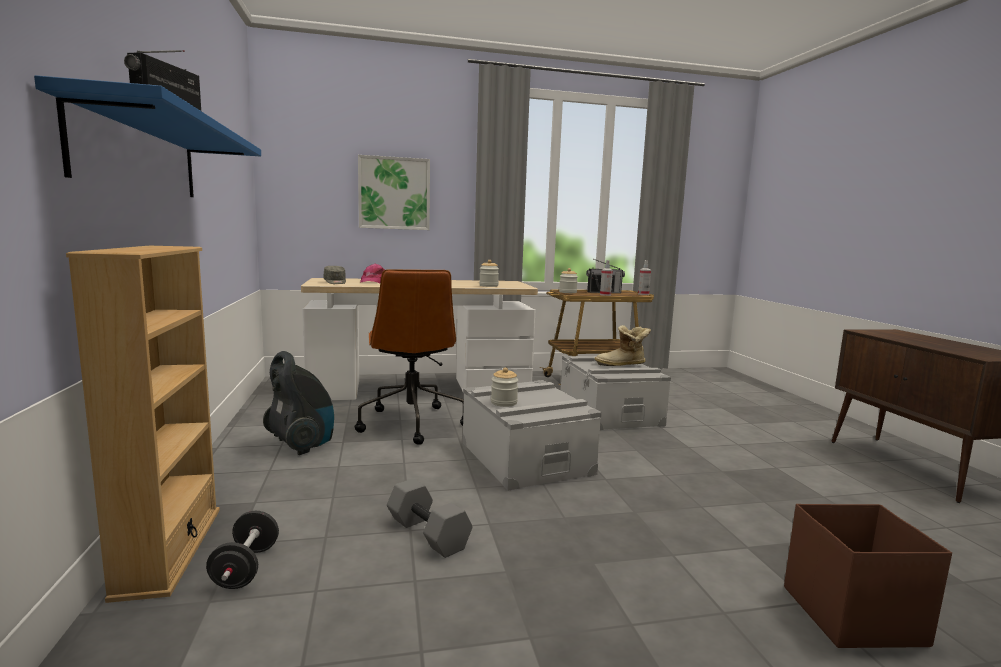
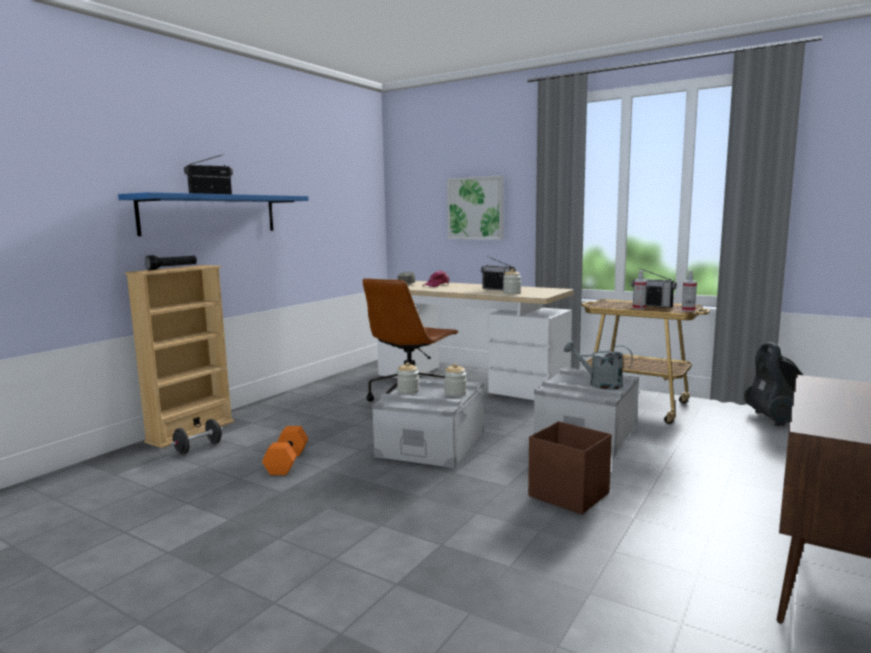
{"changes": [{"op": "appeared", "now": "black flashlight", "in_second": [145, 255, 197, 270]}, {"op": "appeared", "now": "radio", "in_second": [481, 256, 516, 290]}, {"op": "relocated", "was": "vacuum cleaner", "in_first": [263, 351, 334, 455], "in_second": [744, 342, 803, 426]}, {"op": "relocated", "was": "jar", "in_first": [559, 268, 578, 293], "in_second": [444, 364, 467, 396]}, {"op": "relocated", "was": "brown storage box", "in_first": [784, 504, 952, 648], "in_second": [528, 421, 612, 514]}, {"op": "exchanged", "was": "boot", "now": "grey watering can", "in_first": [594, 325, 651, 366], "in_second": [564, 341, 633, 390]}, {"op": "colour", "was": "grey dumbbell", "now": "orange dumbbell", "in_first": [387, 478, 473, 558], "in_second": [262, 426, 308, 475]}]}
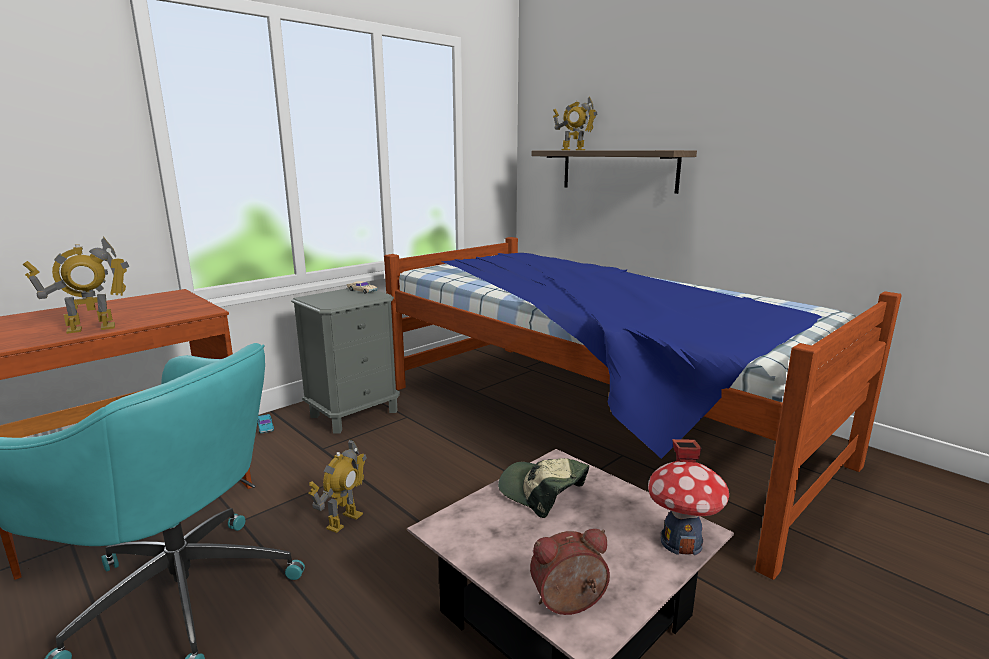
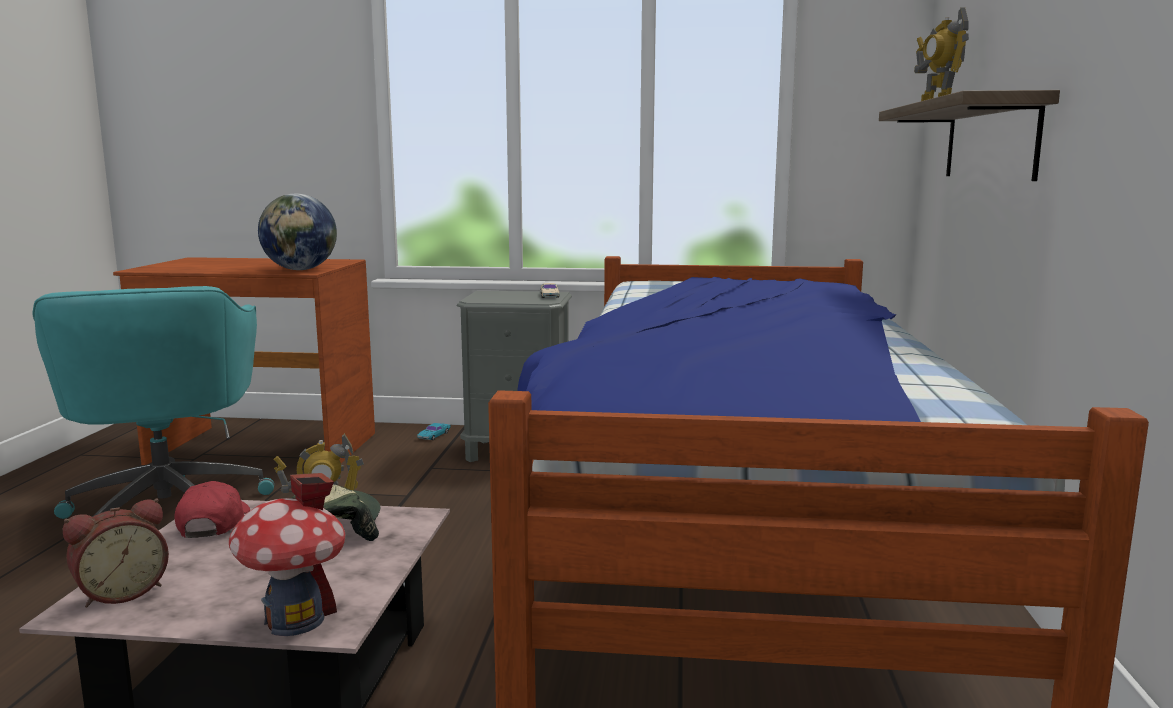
{"changes": [{"op": "missing", "was": "toy robot", "in_first": [22, 236, 130, 334]}, {"op": "appeared", "now": "red cap", "in_second": [174, 481, 250, 538]}, {"op": "appeared", "now": "globe", "in_second": [258, 194, 337, 270]}, {"op": "spun", "was": "alarm clock", "in_first": [530, 529, 610, 615], "in_second": [63, 498, 169, 608], "clockwise": 105}]}
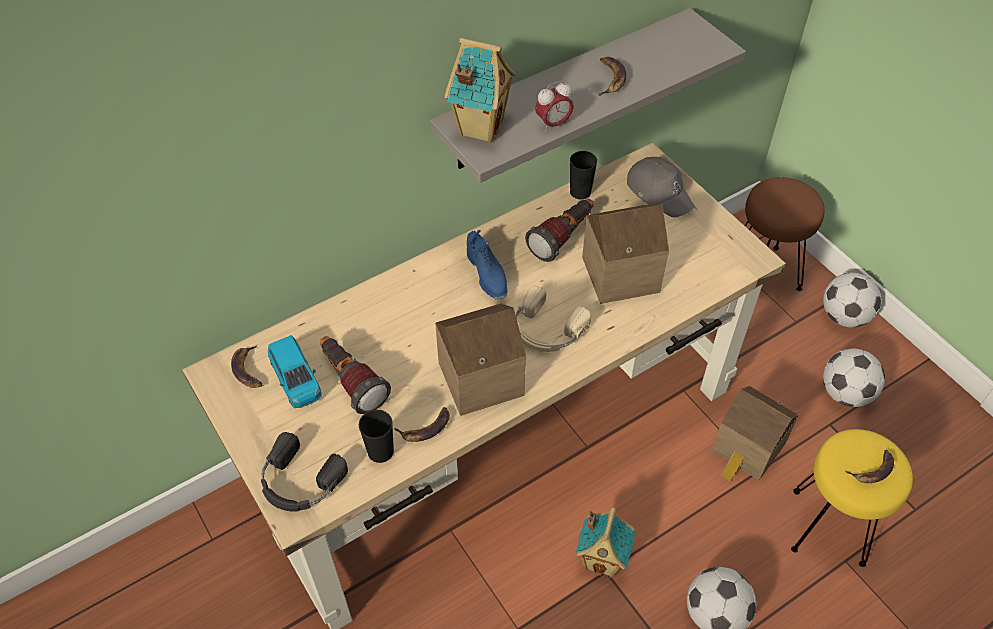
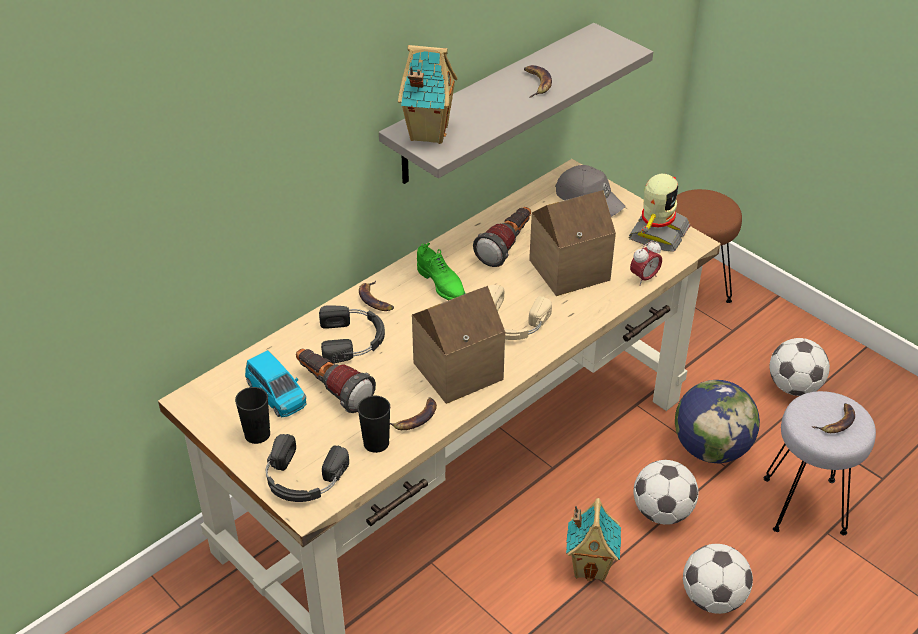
{"changes": [{"op": "appeared", "now": "black headphones", "in_second": [319, 305, 385, 364]}, {"op": "appeared", "now": "toy robot", "in_second": [629, 174, 690, 252]}, {"op": "relocated", "was": "banana", "in_first": [231, 345, 262, 388], "in_second": [359, 281, 394, 311]}, {"op": "relocated", "was": "alarm clock", "in_first": [535, 81, 574, 132], "in_second": [630, 241, 662, 286]}, {"op": "relocated", "was": "black cup", "in_first": [570, 151, 597, 199], "in_second": [235, 387, 270, 444]}, {"op": "relocated", "was": "football", "in_first": [823, 273, 882, 328], "in_second": [633, 460, 699, 525]}, {"op": "exchanged", "was": "toy house", "now": "globe", "in_first": [712, 386, 799, 482], "in_second": [675, 380, 760, 463]}, {"op": "colour", "was": "blue shoe", "now": "green shoe", "in_first": [467, 230, 507, 300], "in_second": [417, 243, 466, 300]}, {"op": "colour", "was": "yellow stool", "now": "grey stool", "in_first": [791, 429, 913, 567], "in_second": [764, 391, 876, 535]}]}
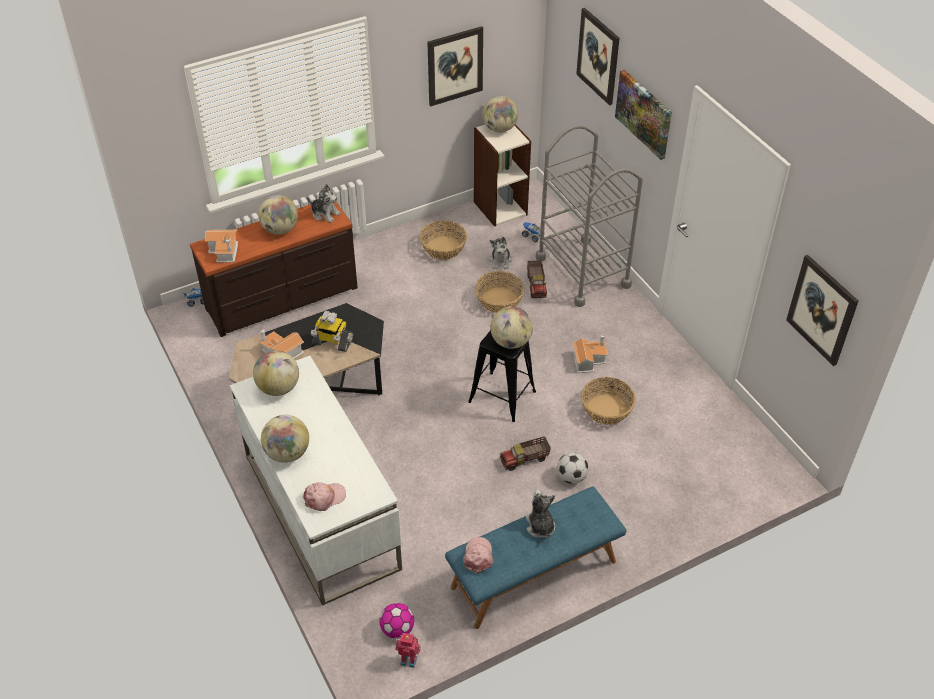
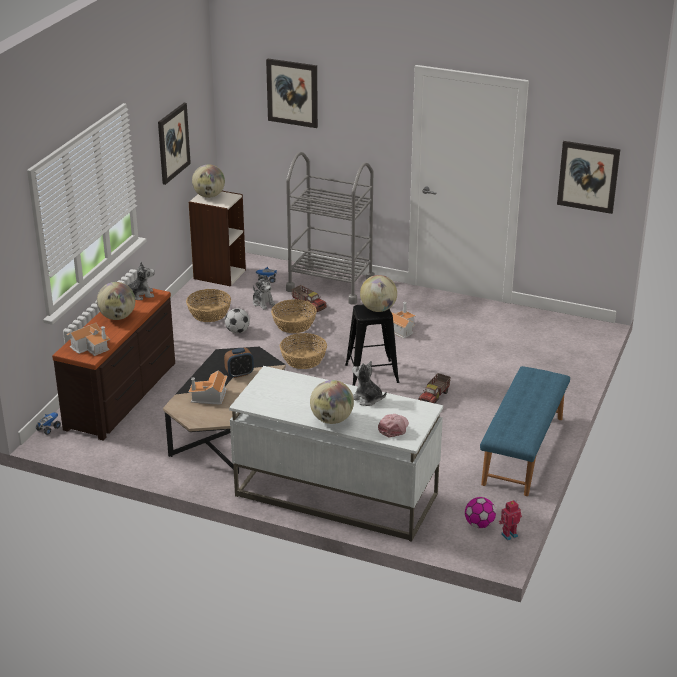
{"changes": [{"op": "missing", "was": "globe", "in_first": [253, 350, 299, 396]}, {"op": "missing", "was": "pink cap", "in_first": [463, 537, 494, 573]}, {"op": "missing", "was": "picture", "in_first": [615, 70, 672, 160]}, {"op": "relocated", "was": "plush toy", "in_first": [526, 490, 556, 538], "in_second": [352, 361, 387, 406]}, {"op": "relocated", "was": "football", "in_first": [557, 452, 588, 484], "in_second": [225, 308, 250, 333]}, {"op": "relocated", "was": "basket", "in_first": [581, 377, 636, 425], "in_second": [280, 333, 327, 369]}, {"op": "exchanged", "was": "toy robot", "now": "alarm clock", "in_first": [311, 311, 353, 352], "in_second": [224, 348, 254, 378]}]}
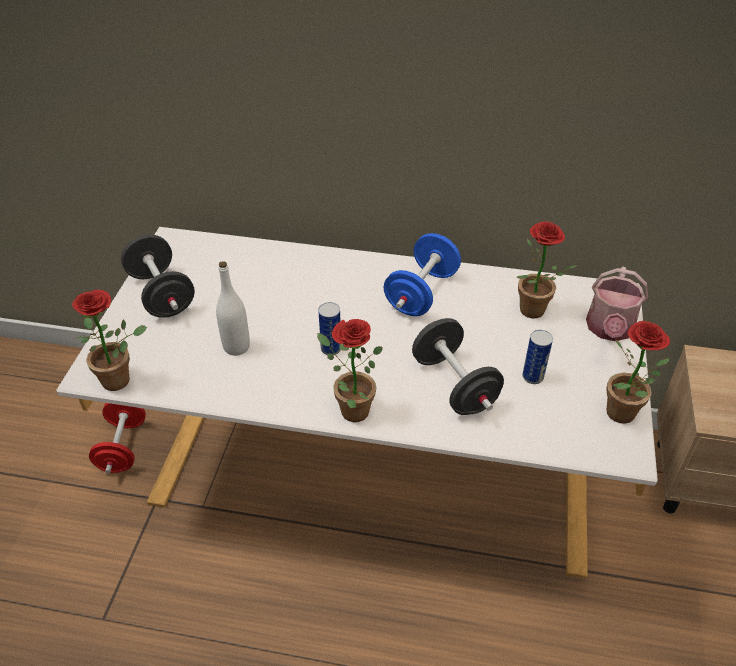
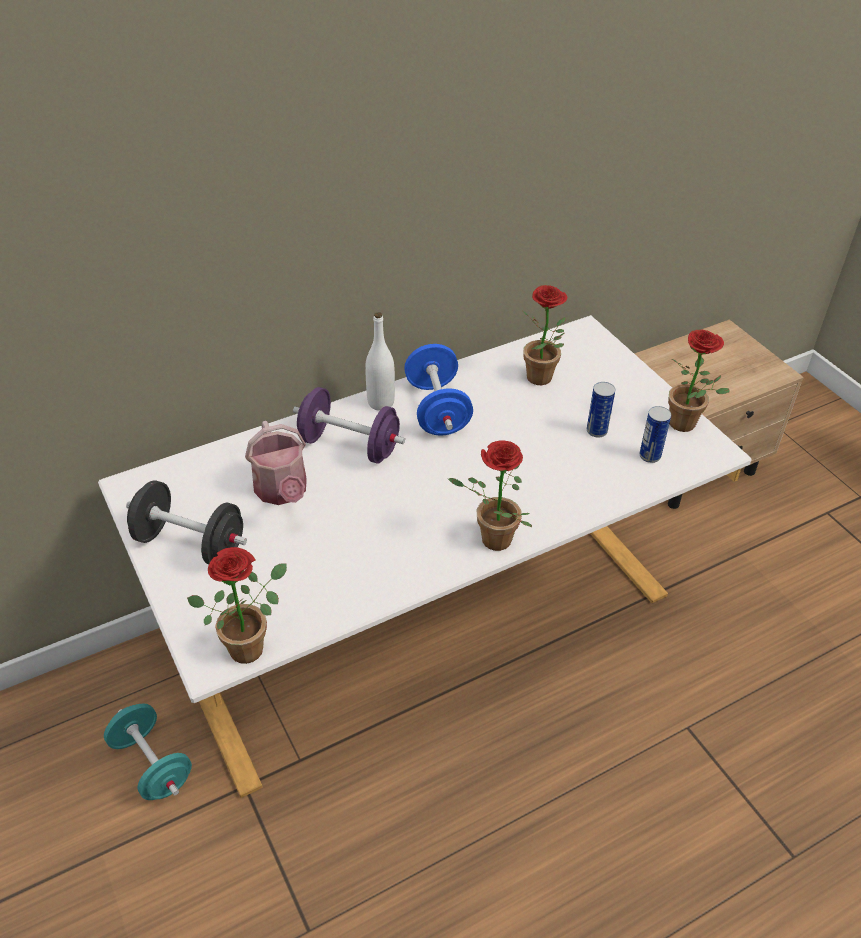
{"changes": [{"op": "missing", "was": "black dumbbell", "in_first": [412, 318, 504, 415]}, {"op": "appeared", "now": "purple dumbbell", "in_second": [293, 387, 405, 464]}, {"op": "relocated", "was": "white bottle", "in_first": [216, 261, 250, 356], "in_second": [365, 312, 395, 411]}, {"op": "relocated", "was": "can", "in_first": [318, 302, 341, 355], "in_second": [639, 406, 671, 463]}, {"op": "relocated", "was": "watering can", "in_first": [586, 266, 648, 341], "in_second": [245, 421, 307, 505]}, {"op": "colour", "was": "red dumbbell", "now": "turquoise dumbbell", "in_first": [89, 403, 146, 473], "in_second": [104, 704, 192, 800]}]}
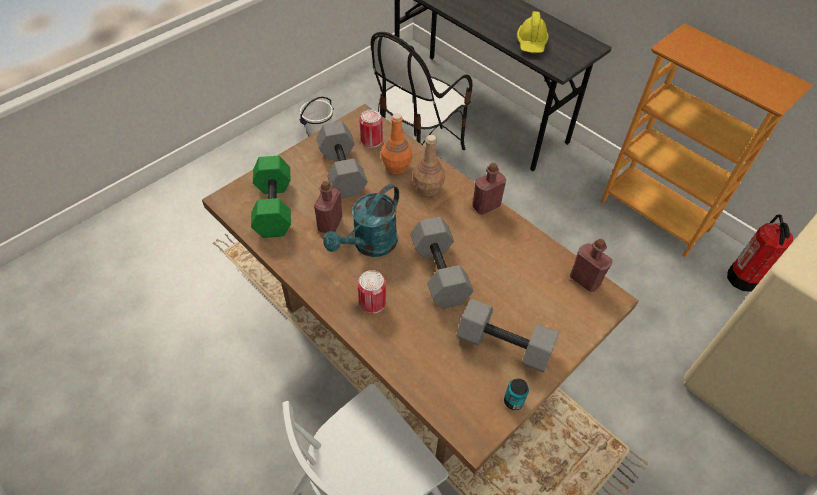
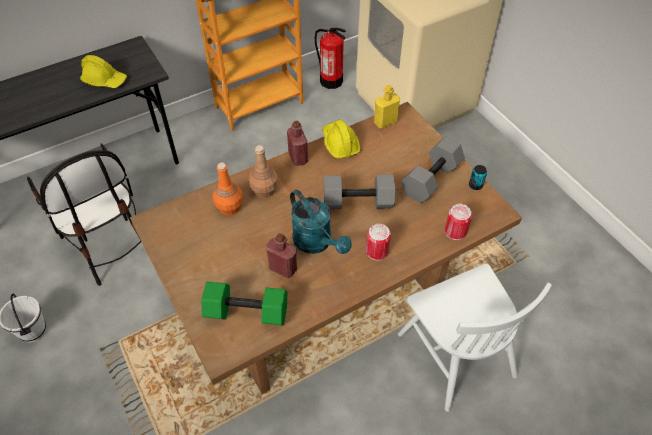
{"changes": [{"op": "missing", "was": "grey dumbbell", "in_first": [317, 121, 368, 199]}, {"op": "appeared", "now": "yellow hard hat", "in_second": [322, 119, 360, 158]}, {"op": "relocated", "was": "can", "in_first": [359, 109, 383, 148], "in_second": [445, 204, 472, 240]}, {"op": "colour", "was": "red bottle", "now": "yellow bottle", "in_first": [570, 239, 613, 292], "in_second": [374, 85, 400, 129]}]}
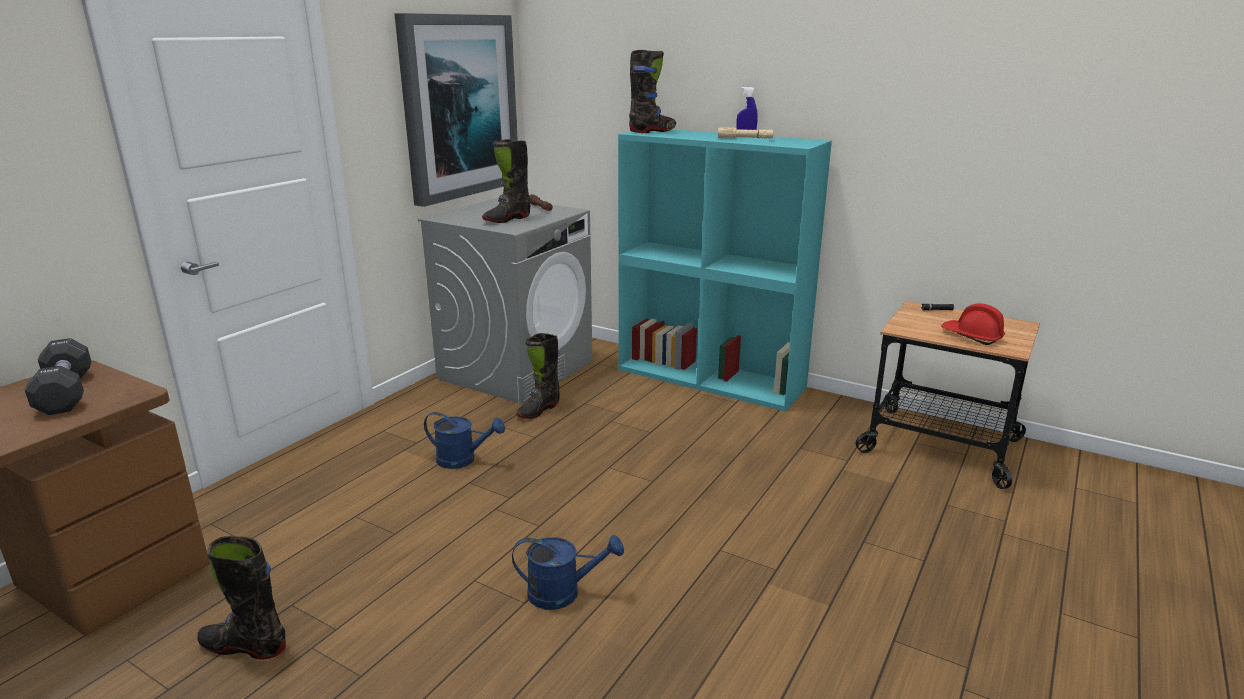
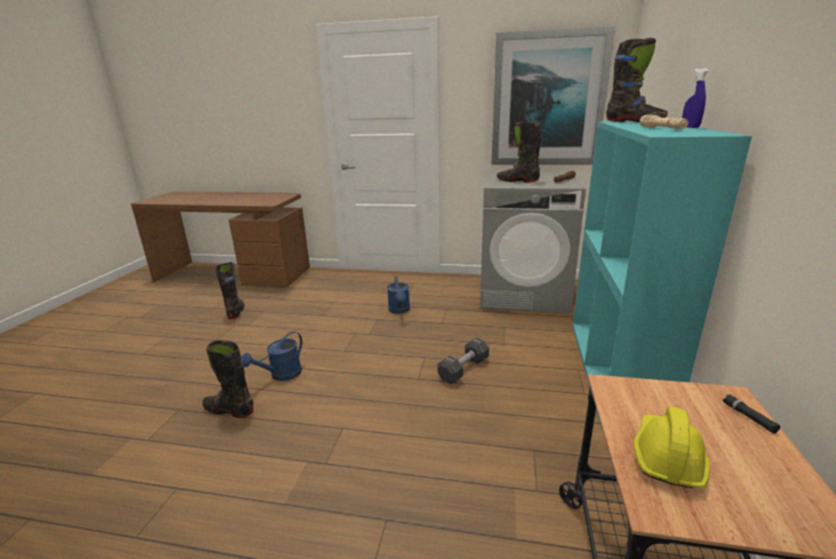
{"changes": [{"op": "relocated", "was": "black dumbbell", "in_first": [25, 338, 92, 415], "in_second": [438, 338, 489, 384]}, {"op": "relocated", "was": "black boot", "in_first": [516, 333, 560, 419], "in_second": [202, 340, 253, 418]}, {"op": "colour", "was": "red hard hat", "now": "yellow hard hat", "in_first": [941, 304, 1005, 345], "in_second": [633, 406, 710, 488]}, {"op": "spun", "was": "blue watering can", "in_first": [512, 535, 624, 610], "in_second": [242, 331, 302, 381], "clockwise": 60}]}
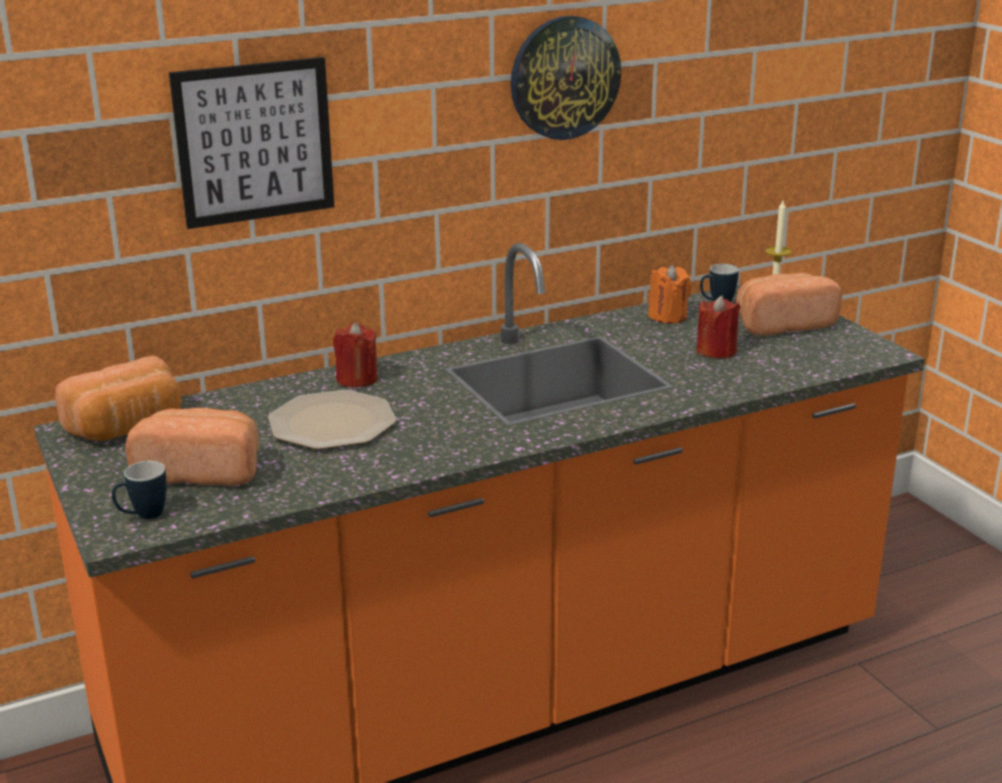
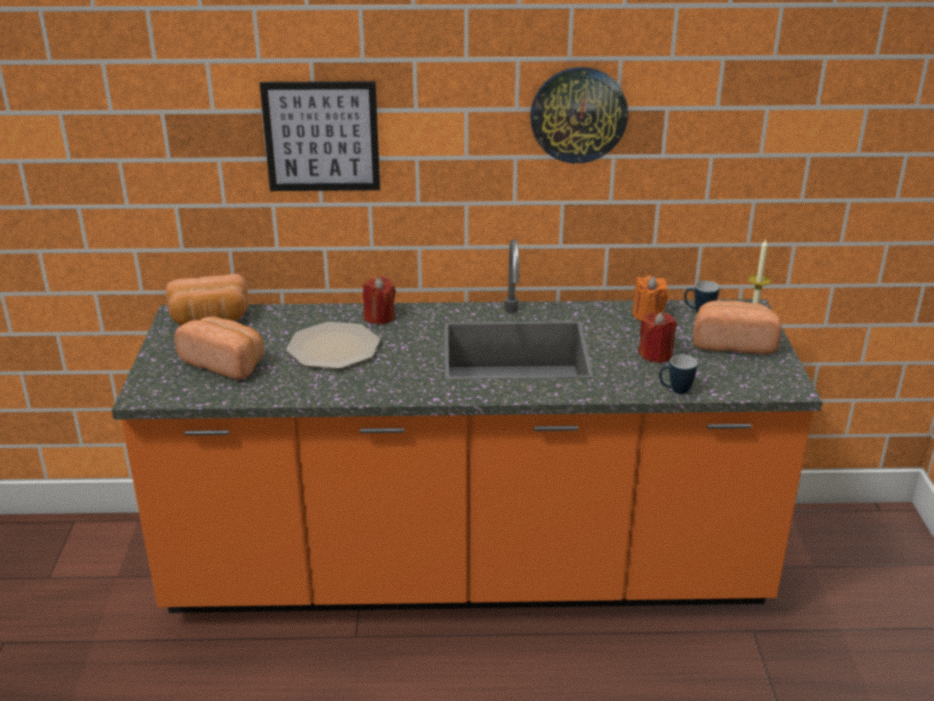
{"changes": [{"op": "relocated", "was": "mug", "in_first": [111, 461, 167, 519], "in_second": [659, 355, 698, 394]}]}
